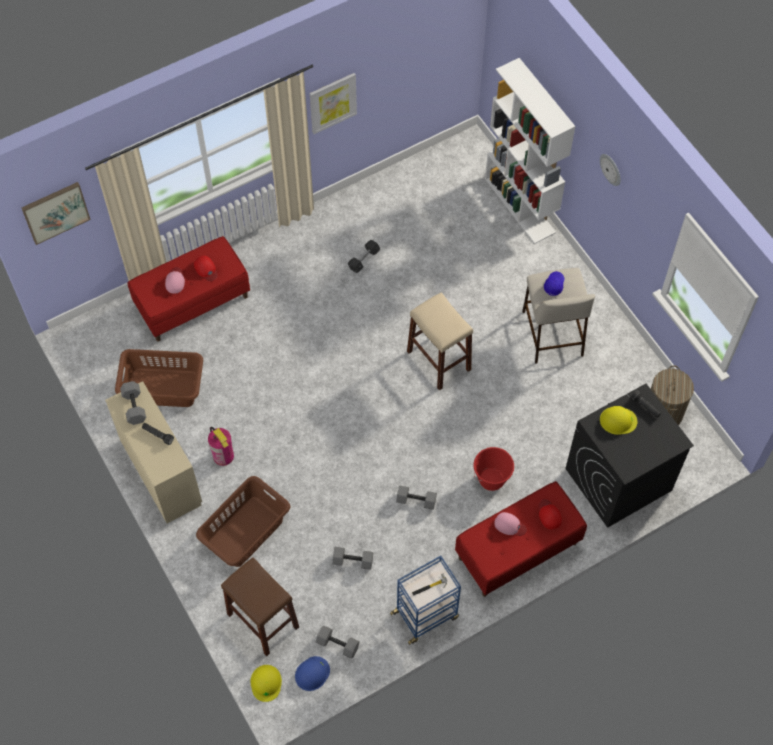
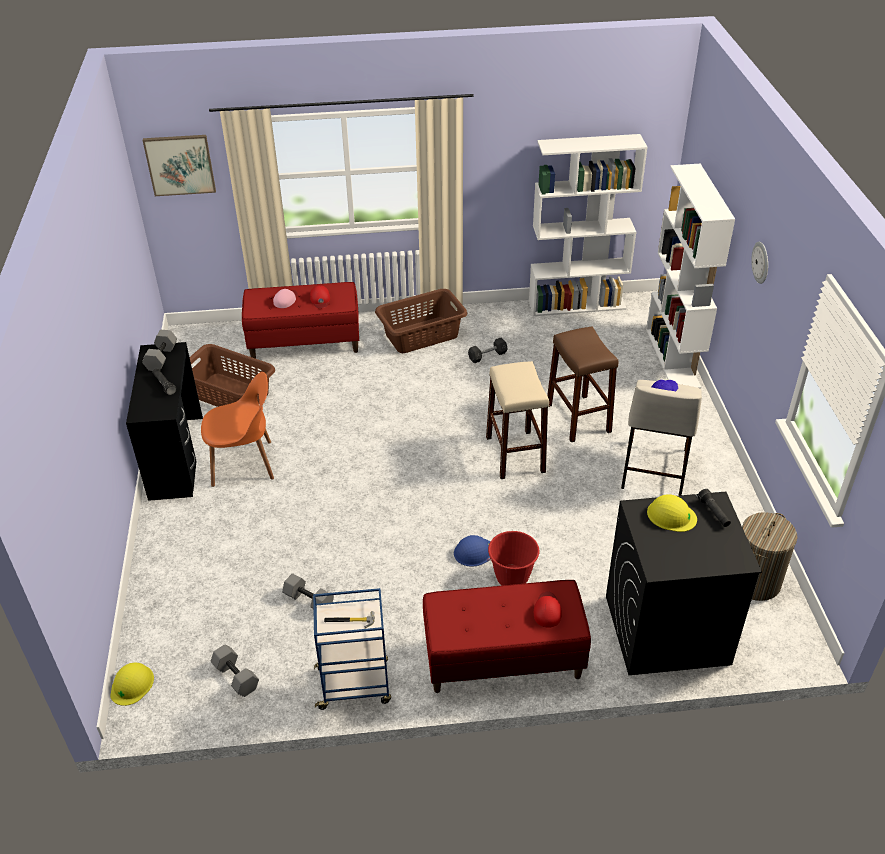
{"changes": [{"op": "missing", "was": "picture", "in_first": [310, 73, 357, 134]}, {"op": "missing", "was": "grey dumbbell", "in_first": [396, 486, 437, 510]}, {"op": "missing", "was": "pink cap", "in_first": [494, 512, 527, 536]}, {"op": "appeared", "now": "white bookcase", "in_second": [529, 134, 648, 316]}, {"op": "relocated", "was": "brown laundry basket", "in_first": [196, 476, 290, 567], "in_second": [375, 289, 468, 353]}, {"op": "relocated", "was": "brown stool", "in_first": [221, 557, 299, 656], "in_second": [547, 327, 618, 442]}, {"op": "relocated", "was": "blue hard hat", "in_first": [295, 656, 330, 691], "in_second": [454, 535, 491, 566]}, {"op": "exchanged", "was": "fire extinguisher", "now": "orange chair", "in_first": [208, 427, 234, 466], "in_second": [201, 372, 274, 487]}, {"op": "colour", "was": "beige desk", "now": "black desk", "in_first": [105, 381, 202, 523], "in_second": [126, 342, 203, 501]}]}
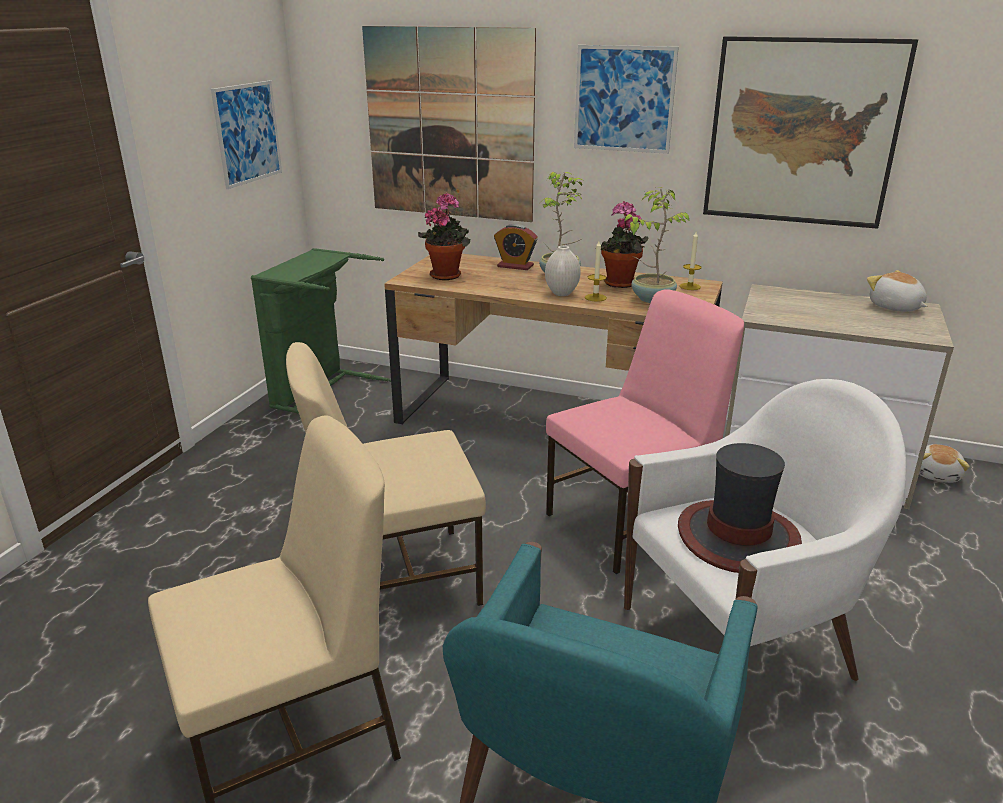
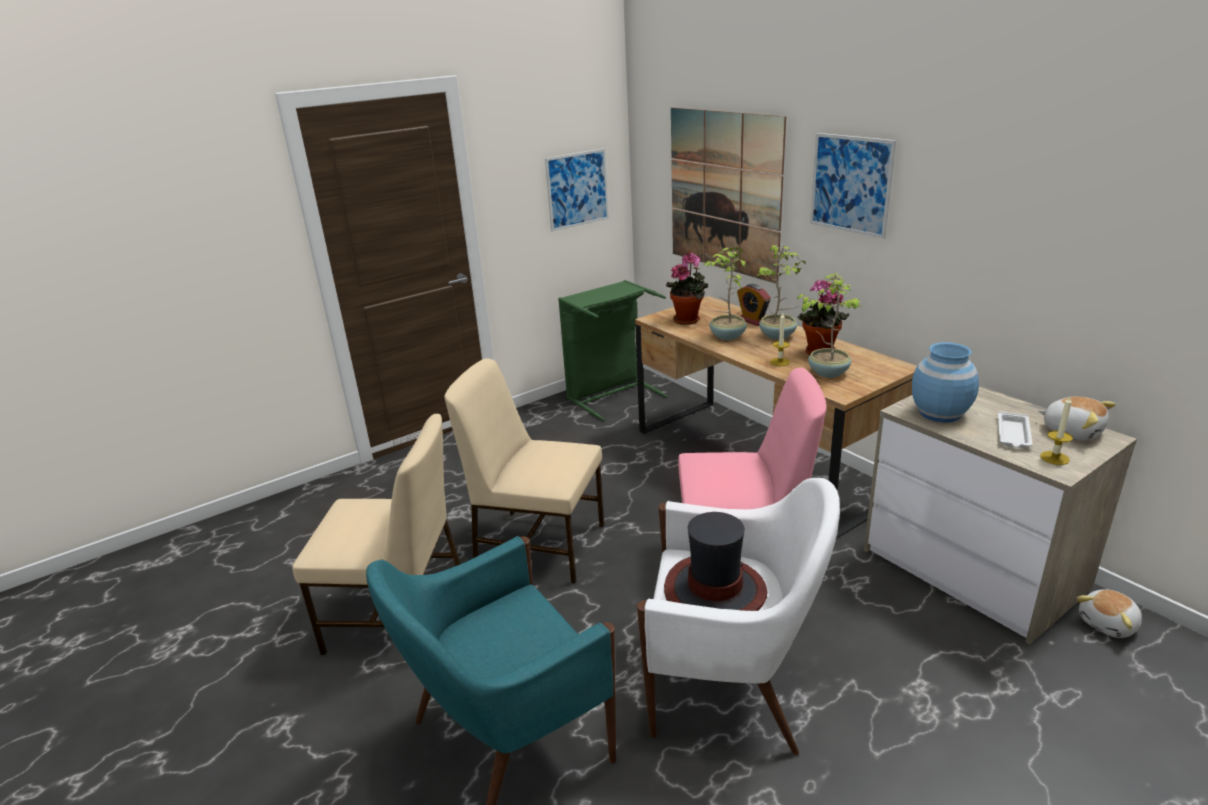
{"changes": [{"op": "missing", "was": "white vase", "in_first": [545, 245, 581, 296]}, {"op": "missing", "was": "picture", "in_first": [703, 36, 918, 229]}, {"op": "appeared", "now": "potted plant", "in_second": [704, 247, 747, 340]}, {"op": "appeared", "now": "blue vase", "in_second": [912, 342, 979, 423]}, {"op": "appeared", "now": "white tray", "in_second": [998, 411, 1033, 448]}, {"op": "relocated", "was": "candle", "in_first": [680, 232, 701, 290], "in_second": [1040, 397, 1073, 465]}, {"op": "spun", "was": "plush toy", "in_first": [867, 270, 927, 312], "in_second": [1039, 397, 1116, 441], "clockwise": 135}]}
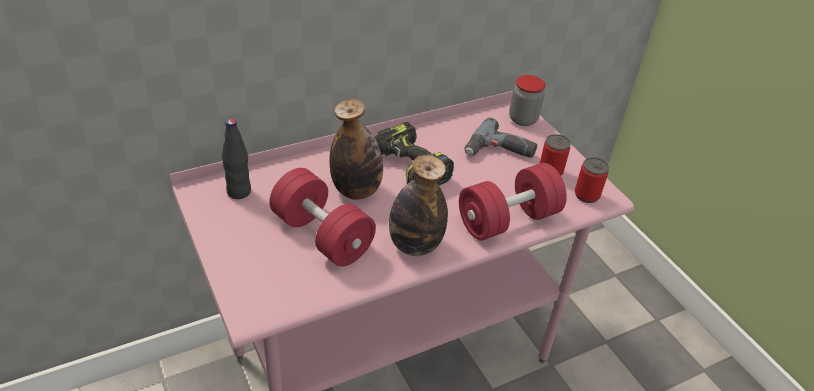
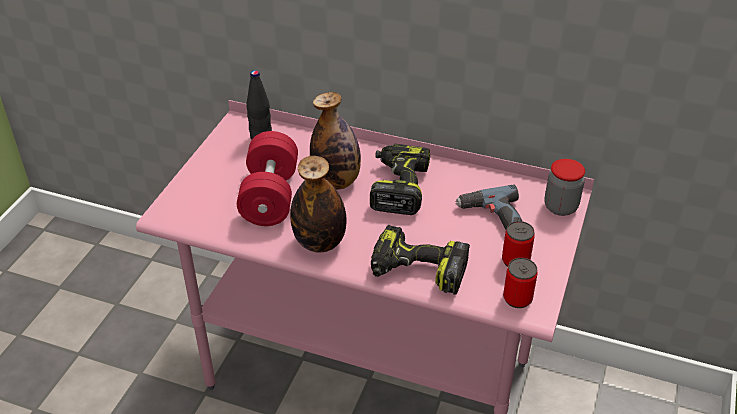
{"changes": [{"op": "exchanged", "was": "red dumbbell", "now": "power drill", "in_first": [459, 163, 567, 241], "in_second": [371, 225, 470, 295]}]}
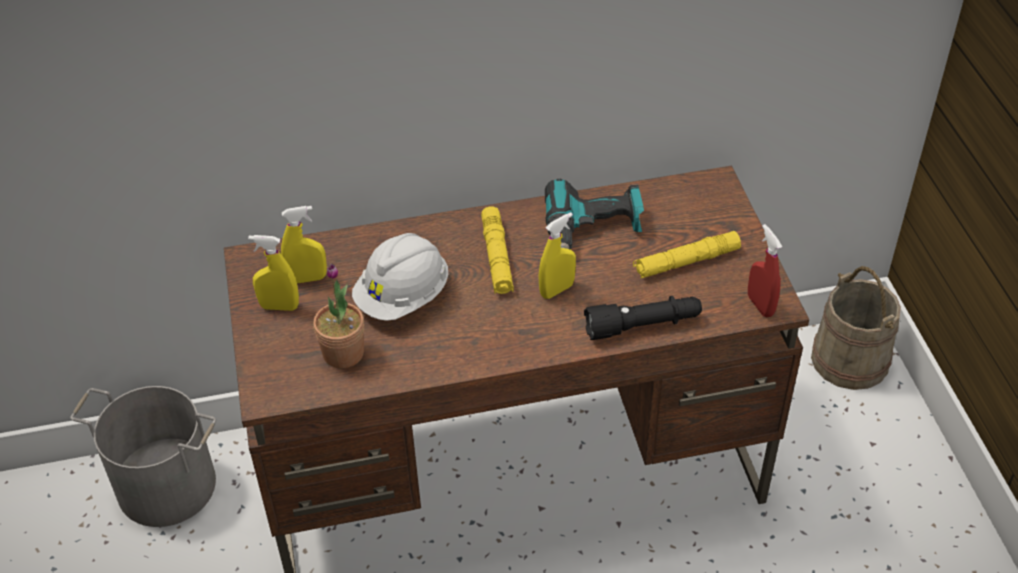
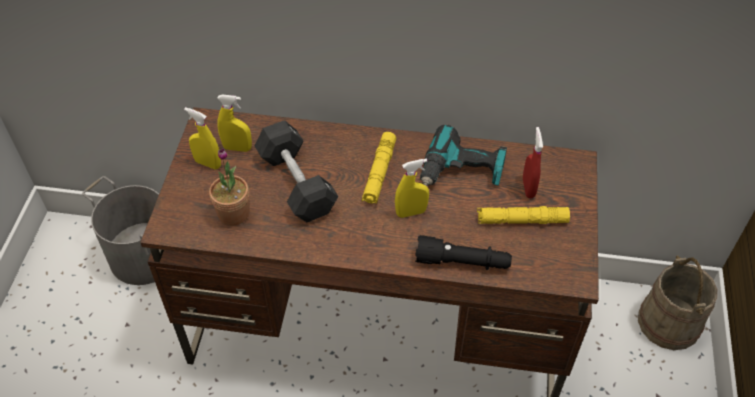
{"changes": [{"op": "relocated", "was": "red spray bottle", "in_first": [748, 224, 782, 317], "in_second": [523, 127, 543, 198]}, {"op": "exchanged", "was": "white hard hat", "now": "black dumbbell", "in_first": [352, 233, 448, 321], "in_second": [254, 120, 339, 222]}]}
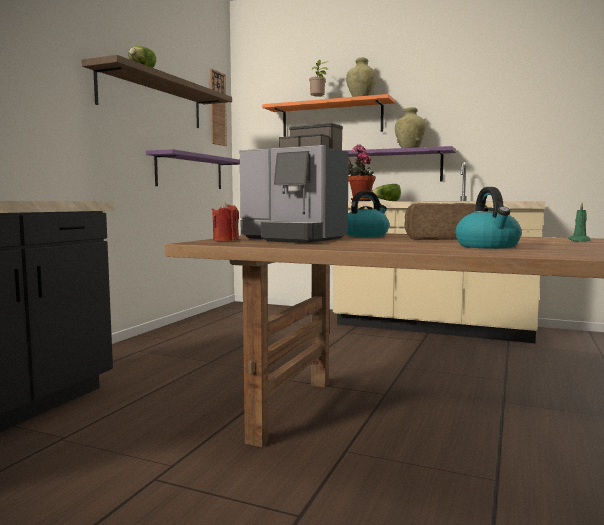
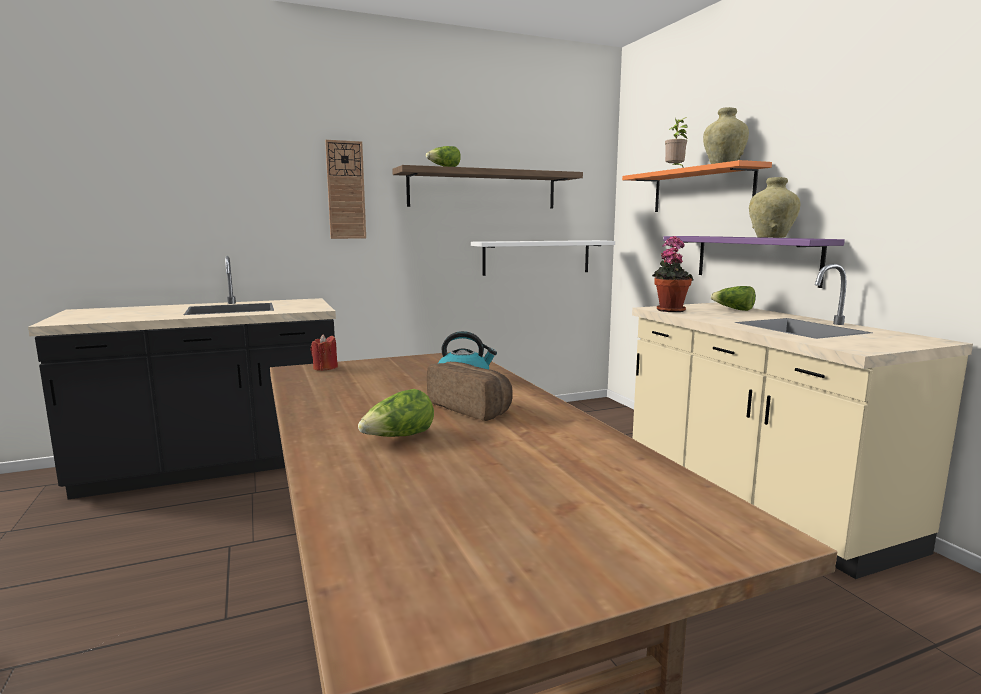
{"changes": [{"op": "missing", "was": "coffee machine", "in_first": [240, 123, 349, 243]}, {"op": "missing", "was": "green candle", "in_first": [568, 203, 591, 242]}, {"op": "relocated", "was": "wall clock", "in_first": [210, 69, 227, 146], "in_second": [325, 140, 366, 239]}, {"op": "exchanged", "was": "kettle", "now": "lettuce", "in_first": [455, 187, 522, 249], "in_second": [358, 389, 434, 437]}, {"op": "colour", "was": "purple shelf", "now": "white shelf", "in_first": [146, 149, 240, 189], "in_second": [471, 240, 615, 276]}]}
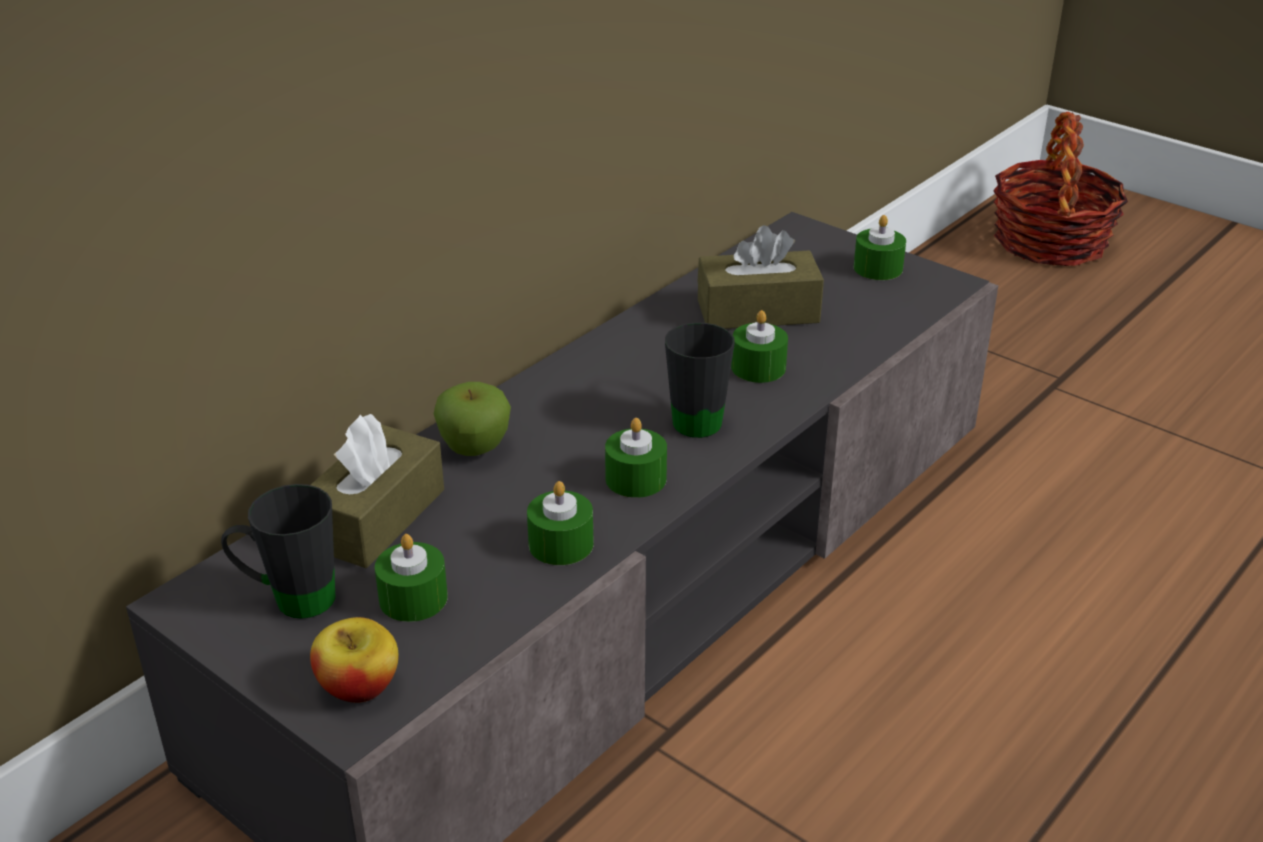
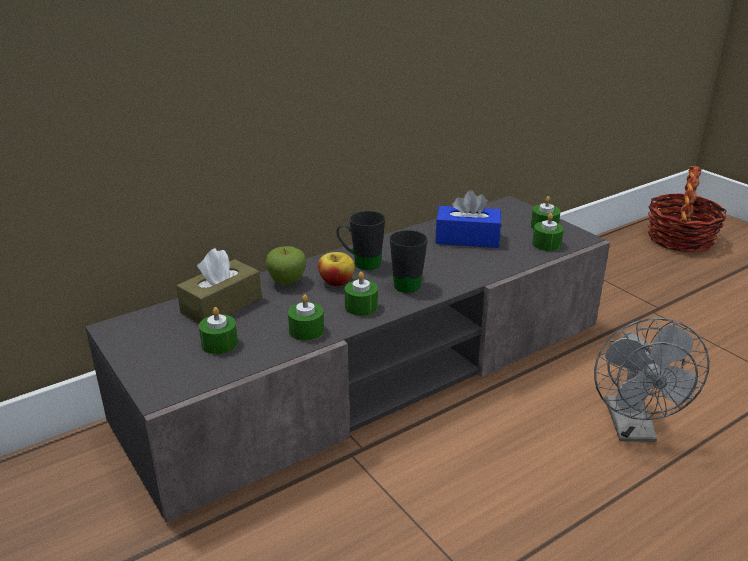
{"changes": [{"op": "appeared", "now": "grey fan", "in_second": [594, 318, 710, 442]}, {"op": "relocated", "was": "black mug", "in_first": [221, 484, 336, 619], "in_second": [337, 211, 385, 270]}, {"op": "relocated", "was": "apple", "in_first": [310, 617, 399, 703], "in_second": [318, 252, 355, 287]}, {"op": "relocated", "was": "green candle", "in_first": [731, 310, 788, 383], "in_second": [532, 213, 564, 251]}, {"op": "colour", "was": "brown tissue box", "now": "blue tissue box", "in_first": [697, 225, 824, 329], "in_second": [435, 190, 501, 248]}]}
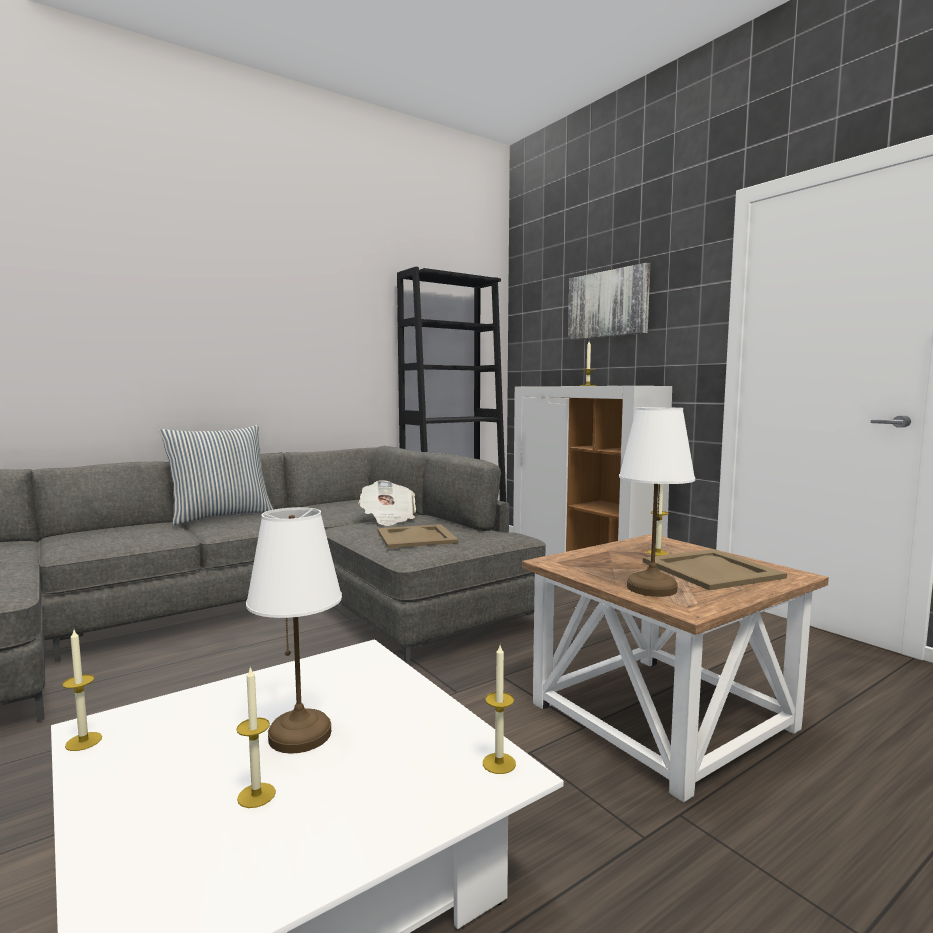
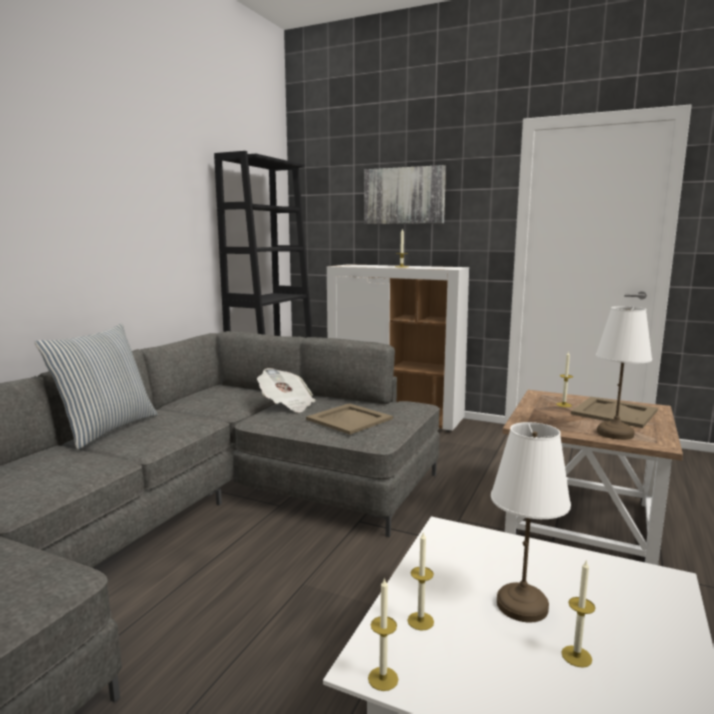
{"changes": [{"op": "relocated", "was": "candle", "in_first": [483, 645, 516, 774], "in_second": [408, 532, 434, 630]}]}
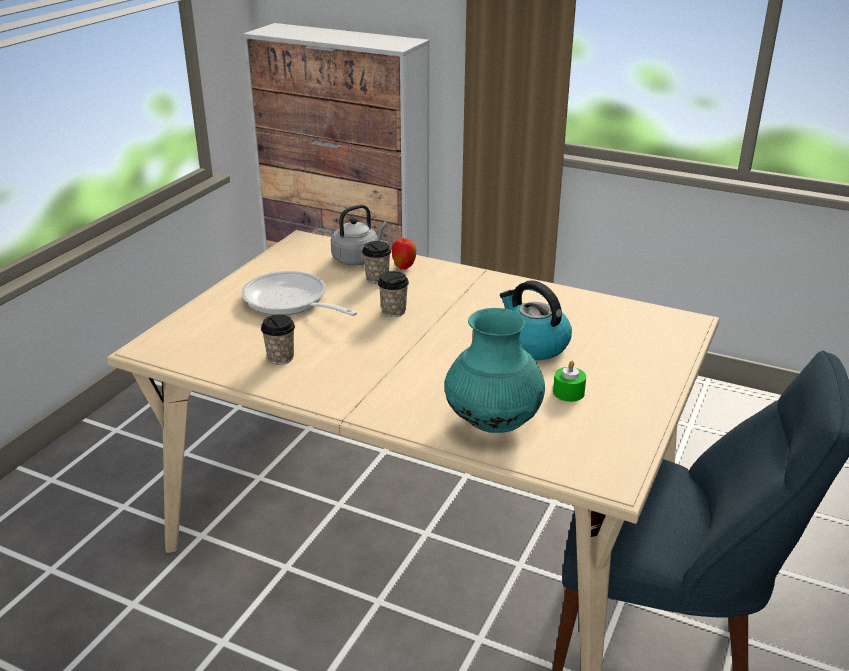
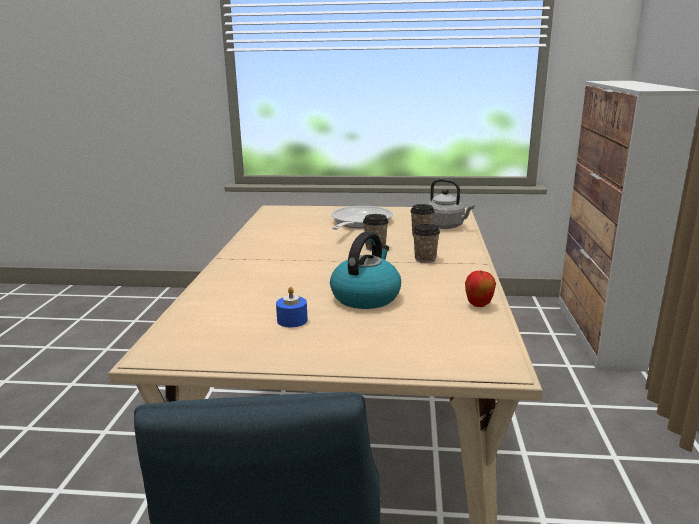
{"changes": [{"op": "missing", "was": "turquoise vase", "in_first": [444, 308, 545, 433]}, {"op": "relocated", "was": "cup", "in_first": [261, 314, 295, 365], "in_second": [413, 223, 440, 263]}, {"op": "relocated", "was": "apple", "in_first": [391, 238, 416, 270], "in_second": [465, 271, 496, 307]}, {"op": "colour", "was": "green candle", "now": "blue candle", "in_first": [553, 361, 586, 402], "in_second": [276, 287, 308, 327]}]}
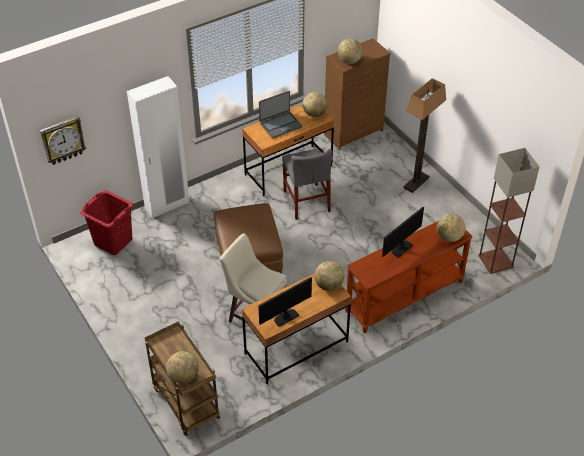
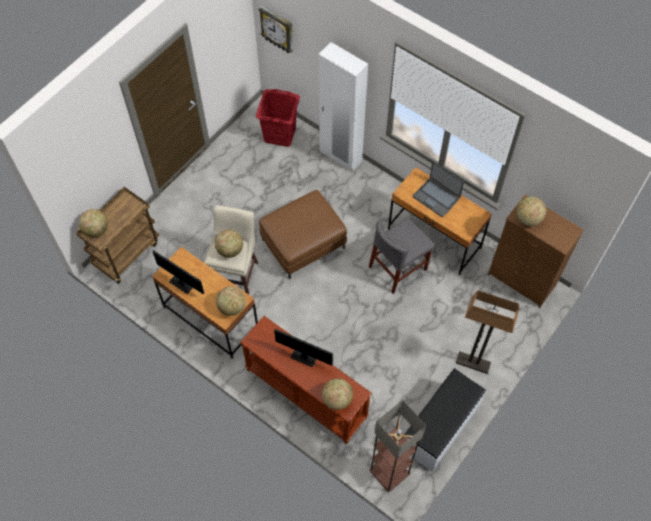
{"changes": [{"op": "appeared", "now": "white bench", "in_second": [404, 368, 486, 472]}, {"op": "relocated", "was": "globe", "in_first": [302, 92, 327, 117], "in_second": [215, 230, 243, 258]}]}
